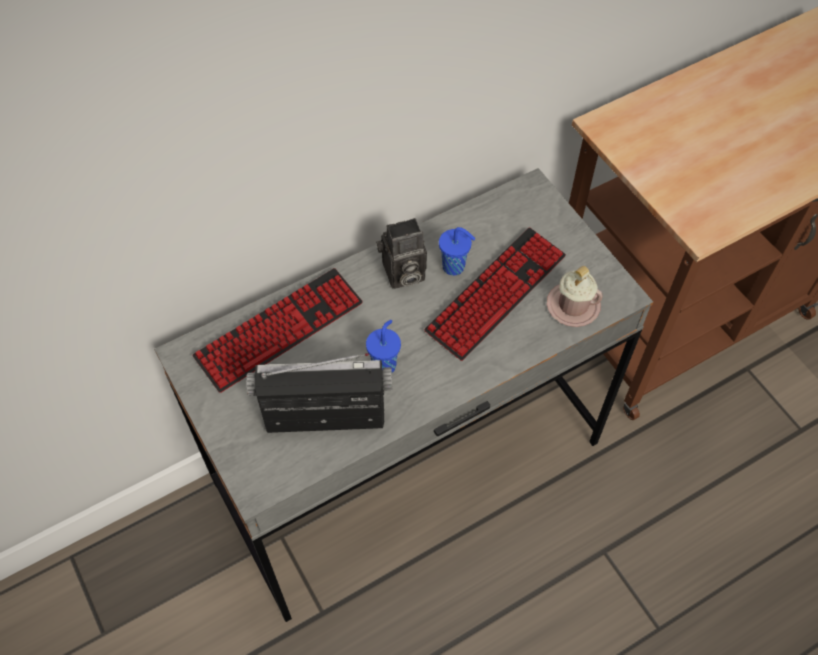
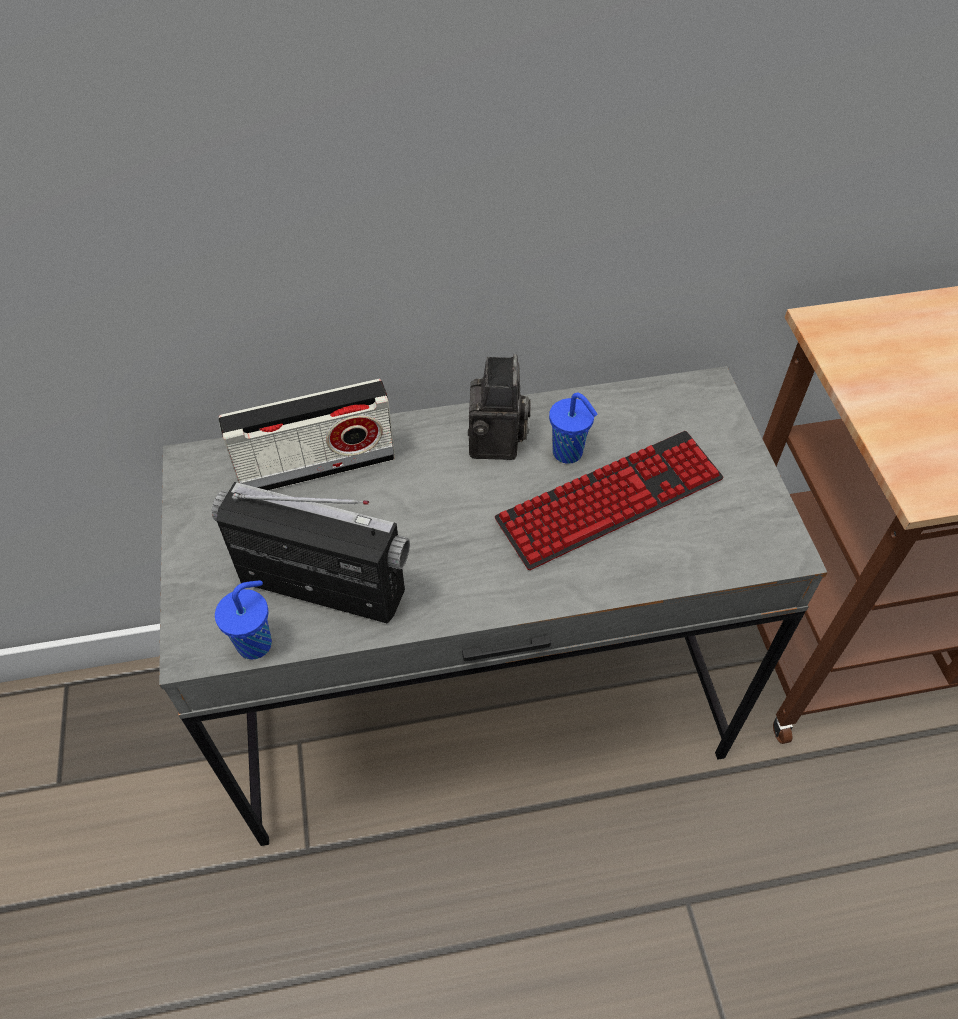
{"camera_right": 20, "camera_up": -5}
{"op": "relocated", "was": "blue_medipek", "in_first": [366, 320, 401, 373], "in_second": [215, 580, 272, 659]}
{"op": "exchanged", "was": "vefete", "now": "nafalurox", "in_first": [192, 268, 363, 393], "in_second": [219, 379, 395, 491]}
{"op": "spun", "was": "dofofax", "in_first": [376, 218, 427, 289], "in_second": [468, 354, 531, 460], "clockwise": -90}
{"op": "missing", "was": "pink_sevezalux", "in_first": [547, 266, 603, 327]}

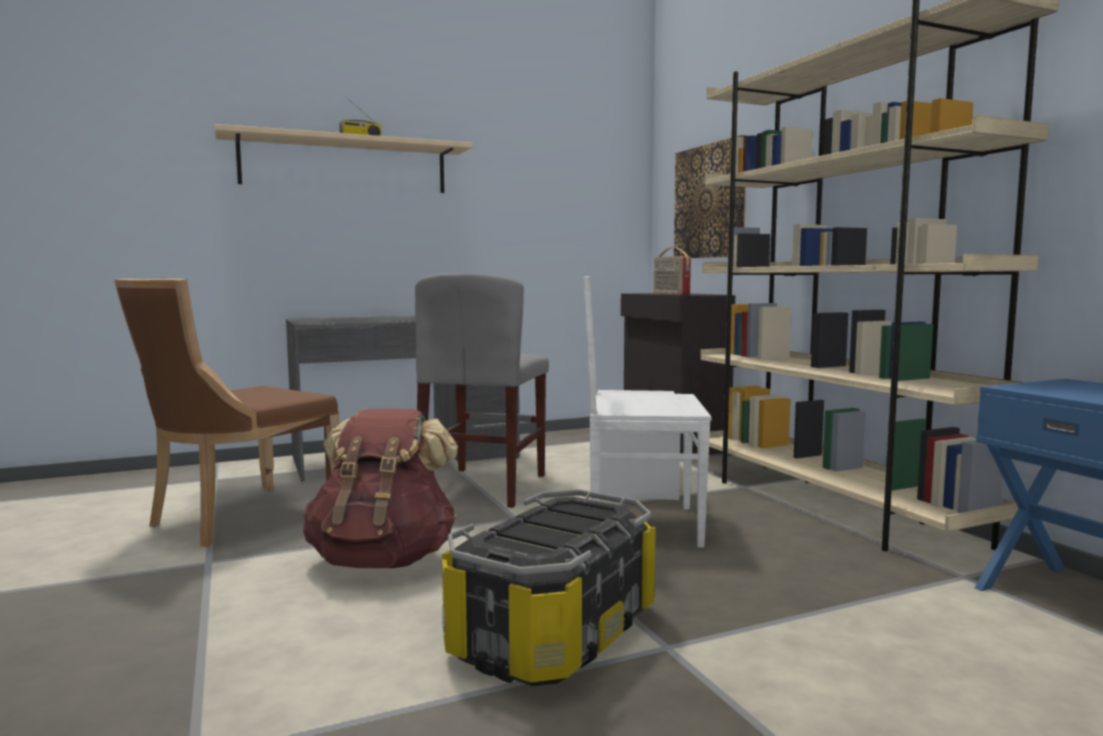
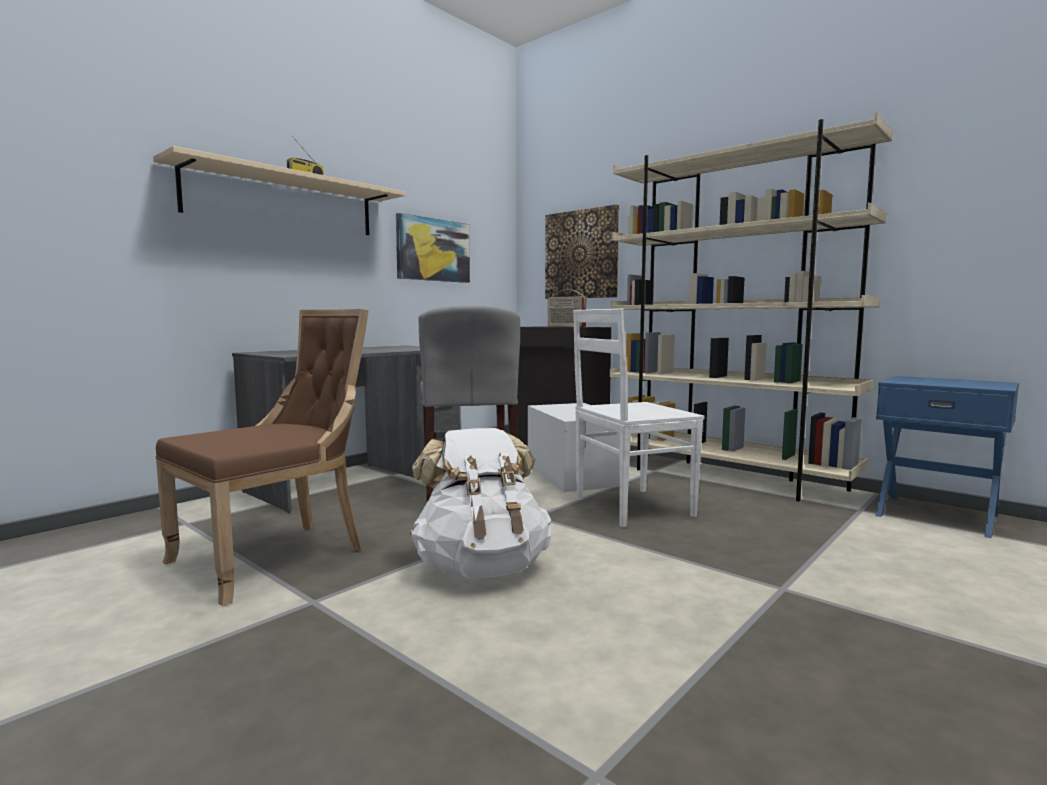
{"camera_right": -25, "camera_up": 0}
{"op": "spun", "was": "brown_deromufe", "in_first": [114, 279, 339, 547], "in_second": [155, 309, 369, 606], "clockwise": -150}
{"op": "appeared", "now": "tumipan", "in_second": [396, 213, 470, 283]}
{"op": "colour", "was": "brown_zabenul", "now": "white_zabenul", "in_first": [303, 409, 458, 568], "in_second": [410, 428, 551, 579]}
{"op": "missing", "was": "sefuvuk", "in_first": [442, 489, 656, 686]}

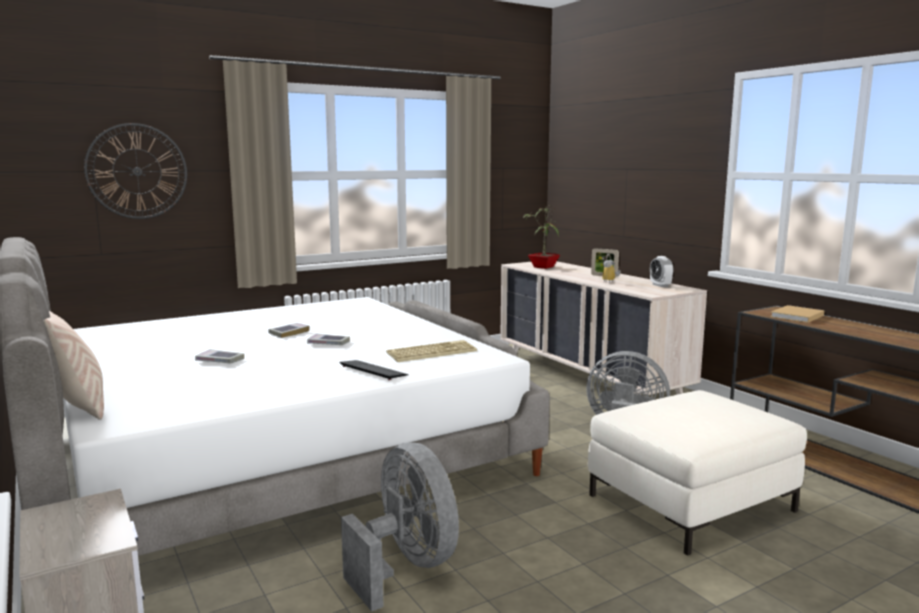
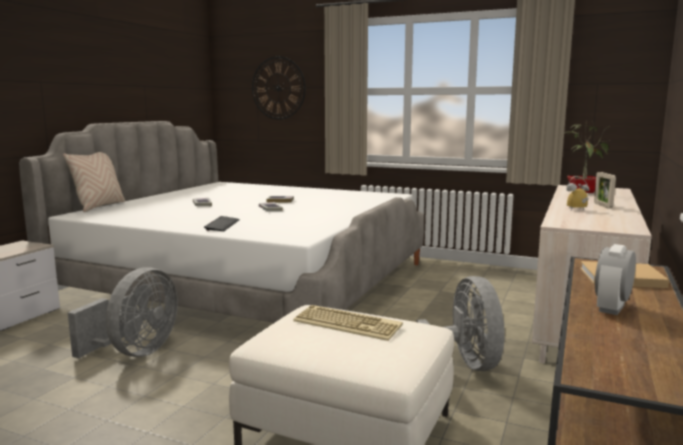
{"camera_right": 55, "camera_up": 0}
{"op": "relocated", "was": "vefete", "in_first": [386, 340, 477, 362], "in_second": [293, 305, 403, 341]}
{"op": "relocated", "was": "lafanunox", "in_first": [650, 256, 673, 287], "in_second": [595, 244, 636, 315]}

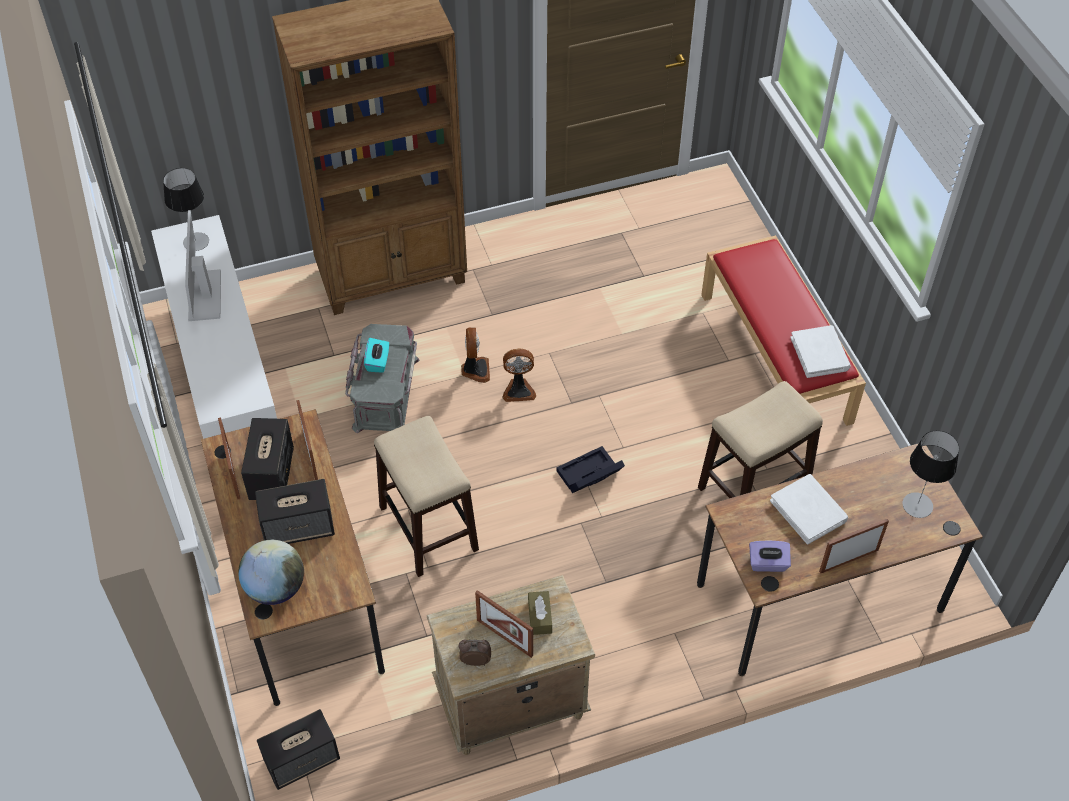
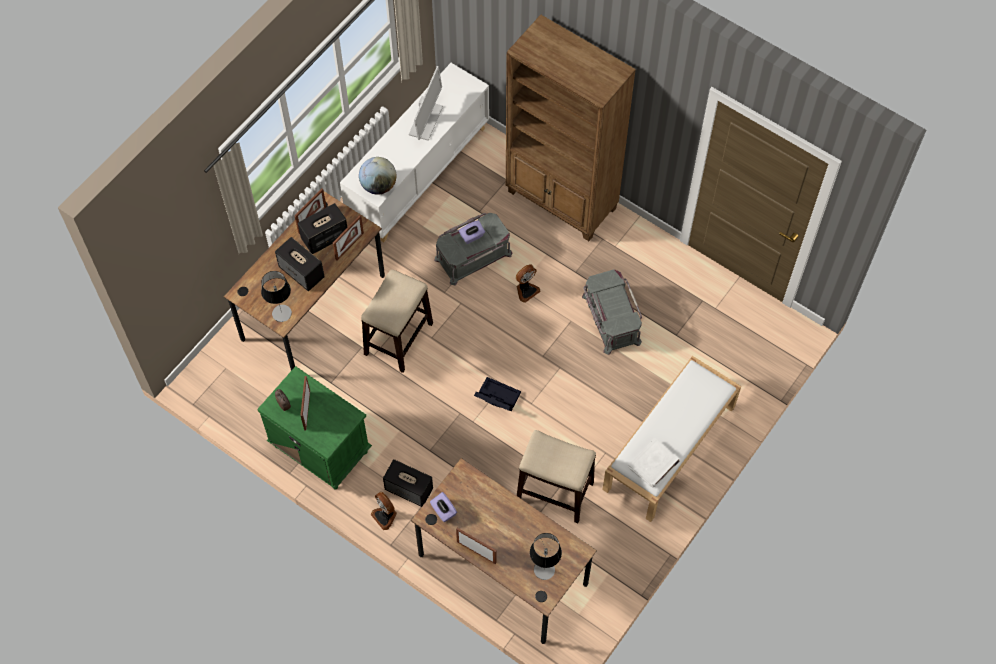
{"camera_right": 55, "camera_up": 10}
{"op": "colour", "was": "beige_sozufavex", "now": "green_sozufavex", "in_first": [427, 575, 595, 755], "in_second": [257, 366, 372, 490]}
{"op": "relocated", "was": "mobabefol", "in_first": [163, 168, 209, 251], "in_second": [261, 271, 292, 322]}
{"op": "relocated", "was": "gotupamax", "in_first": [238, 540, 304, 605], "in_second": [359, 157, 396, 195]}
{"op": "relocated", "was": "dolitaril", "in_first": [503, 348, 536, 402], "in_second": [370, 492, 397, 530]}
{"op": "relocated", "was": "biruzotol", "in_first": [257, 709, 340, 790], "in_second": [383, 459, 433, 507]}
{"op": "spun", "was": "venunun", "in_first": [185, 210, 221, 321], "in_second": [409, 66, 443, 141], "clockwise": 150}
{"op": "colour", "was": "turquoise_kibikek", "now": "purple_kibikek", "in_first": [364, 338, 389, 373], "in_second": [459, 220, 485, 244]}
{"op": "appeared", "now": "grey_sefuvuk", "in_second": [582, 269, 642, 355]}
{"op": "colour", "was": "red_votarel", "now": "white_votarel", "in_first": [701, 235, 866, 426], "in_second": [602, 356, 741, 522]}
{"op": "missing", "was": "brown_kibikek", "in_first": [528, 591, 552, 635]}
{"op": "missing", "was": "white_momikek", "in_first": [770, 474, 848, 545]}

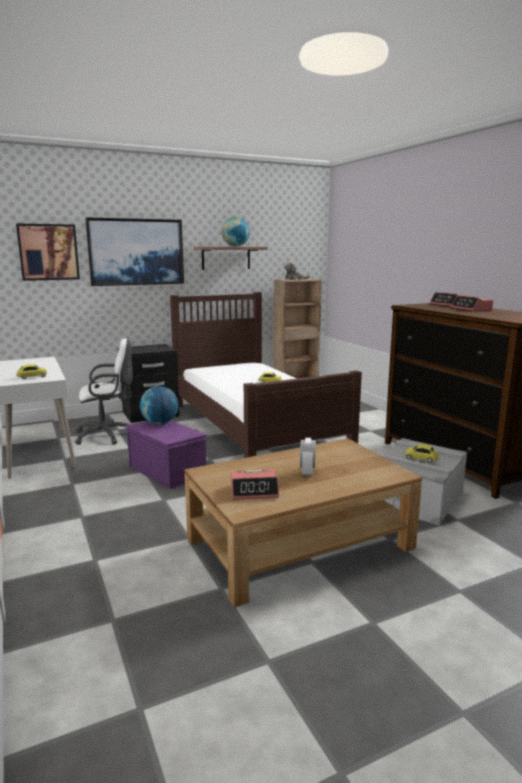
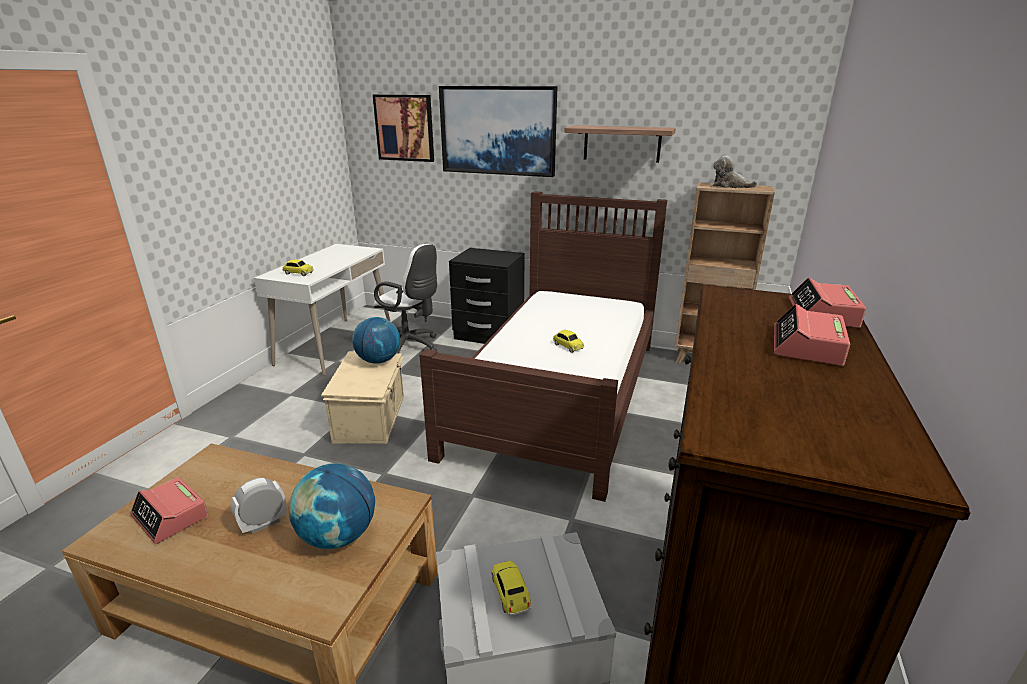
{"camera_right": 45, "camera_up": 10}
{"op": "relocated", "was": "gotupamax", "in_first": [221, 217, 250, 247], "in_second": [289, 463, 375, 549]}
{"op": "colour", "was": "purple_sefuvuk", "now": "beige_sefuvuk", "in_first": [125, 421, 209, 489], "in_second": [321, 351, 404, 444]}

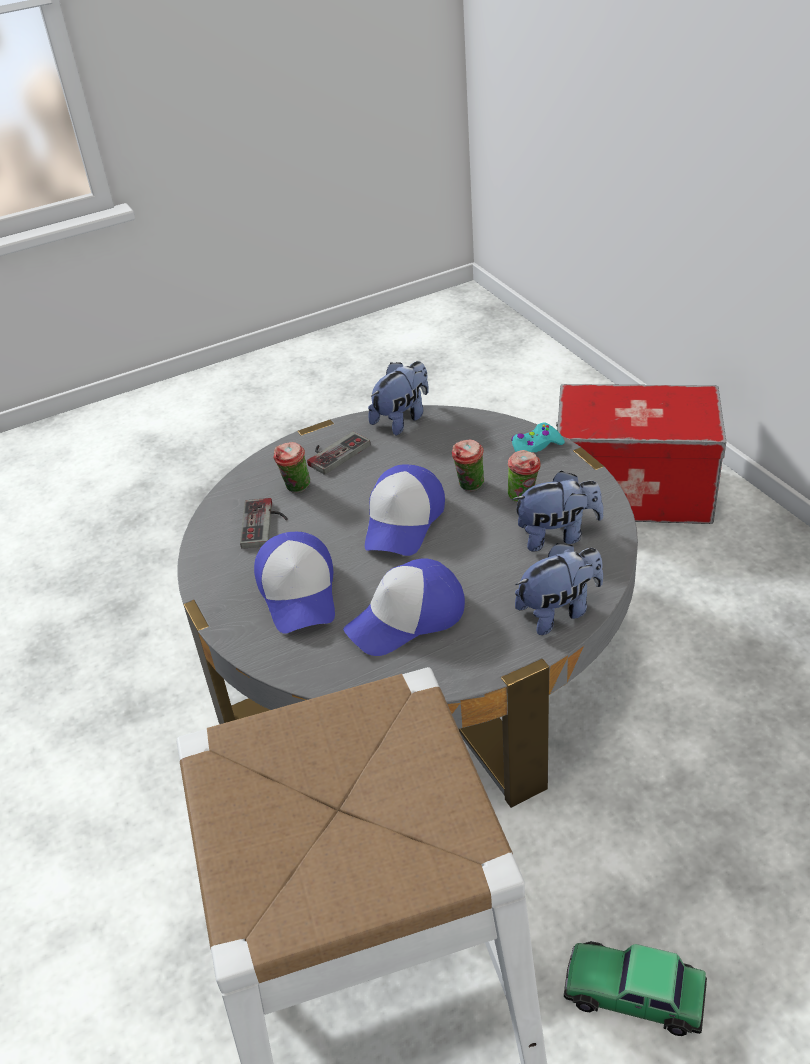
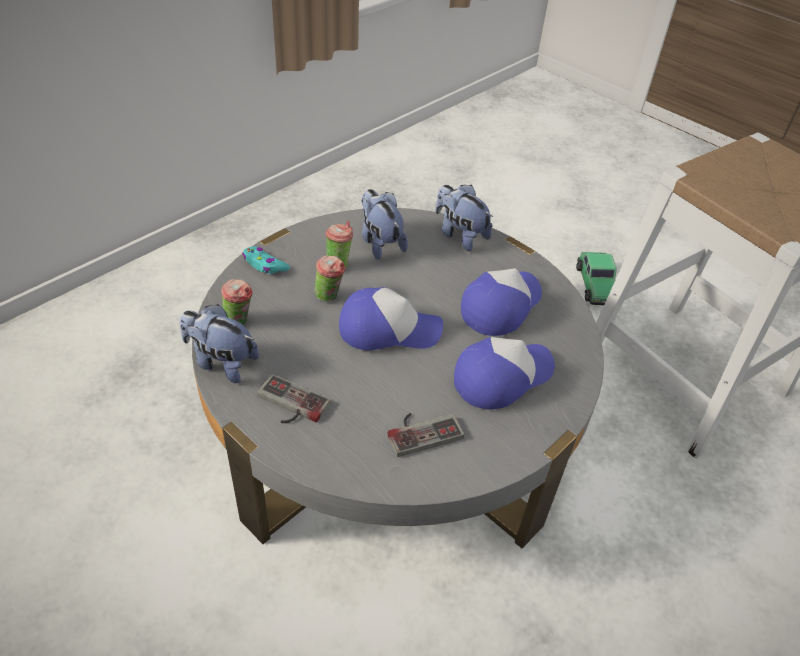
{"camera_right": -115, "camera_up": 5}
{"op": "relocated", "was": "medipek", "in_first": [273, 442, 311, 493], "in_second": [221, 279, 253, 325]}
{"op": "spun", "was": "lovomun", "in_first": [343, 559, 465, 656], "in_second": [461, 268, 542, 336], "clockwise": -90}
{"op": "missing", "was": "sefuvuk", "in_first": [556, 384, 726, 524]}

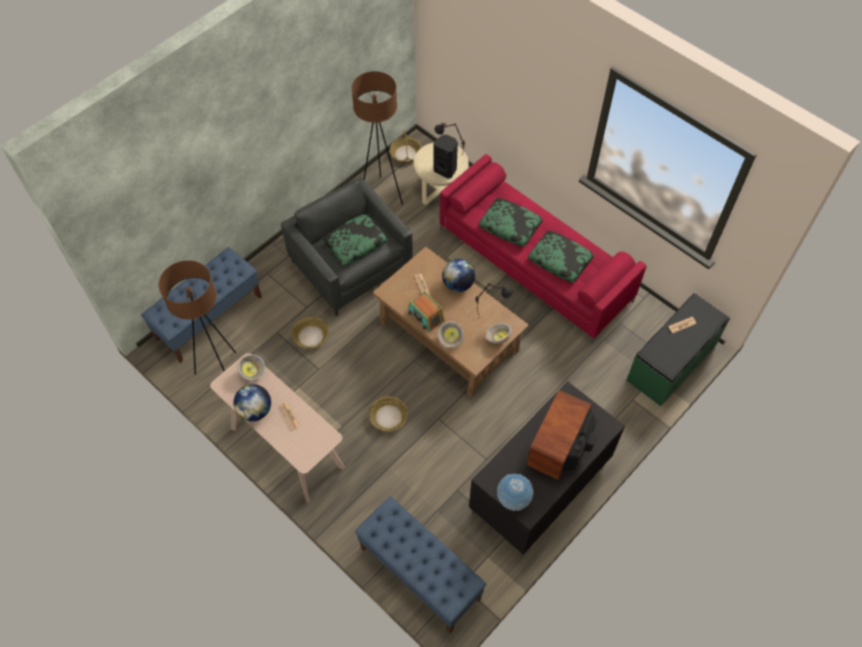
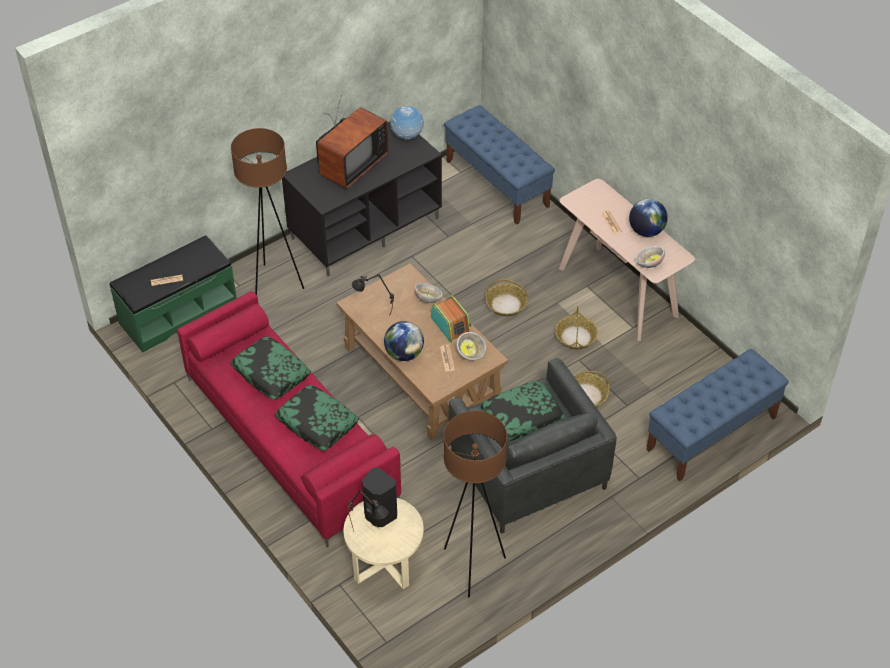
{"camera_right": -170, "camera_up": -10}
{"op": "relocated", "was": "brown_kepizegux", "in_first": [159, 260, 236, 375], "in_second": [231, 128, 304, 295]}
{"op": "relocated", "was": "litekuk", "in_first": [486, 323, 511, 344], "in_second": [456, 332, 486, 361]}
{"op": "relocated", "was": "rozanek", "in_first": [390, 130, 422, 163], "in_second": [555, 306, 598, 349]}

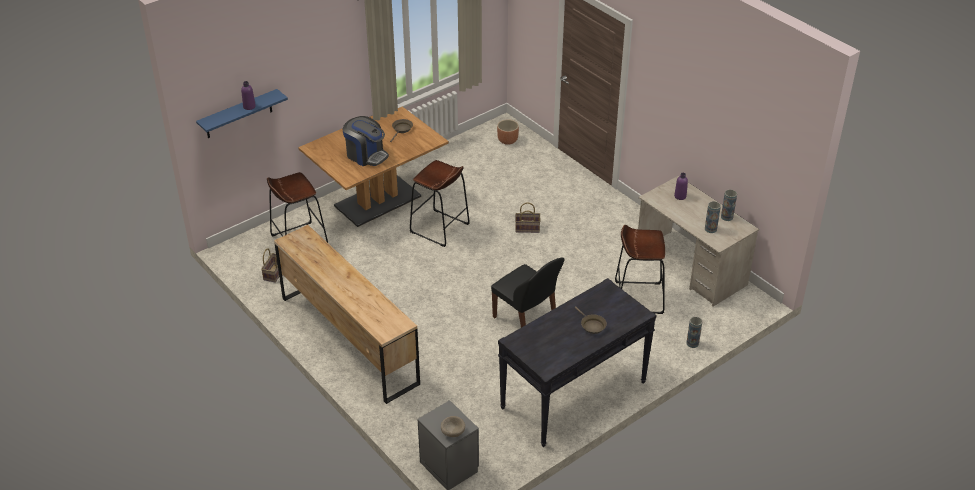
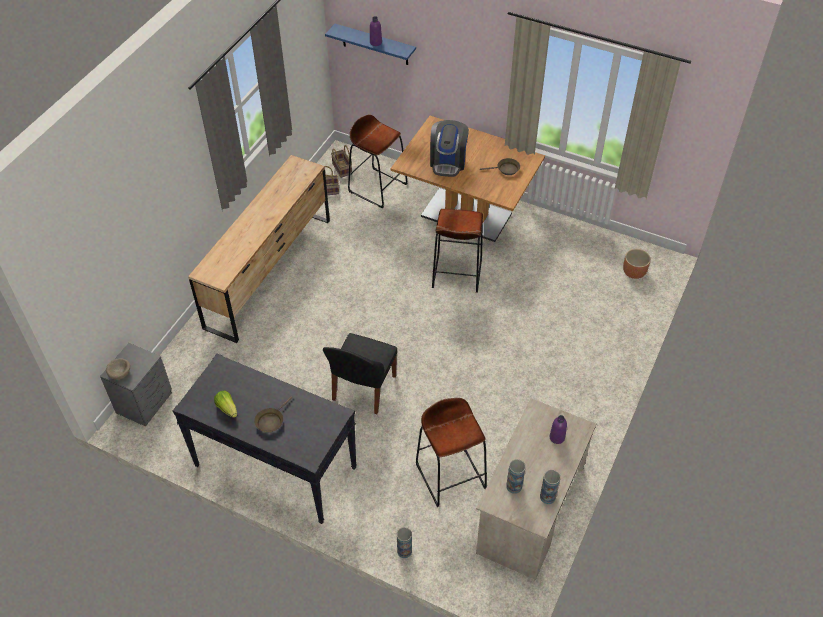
{"camera_right": 65, "camera_up": 10}
{"op": "appeared", "now": "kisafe", "in_second": [214, 390, 237, 418]}
{"op": "relocated", "was": "rozanek", "in_first": [515, 202, 540, 233], "in_second": [331, 145, 352, 178]}

